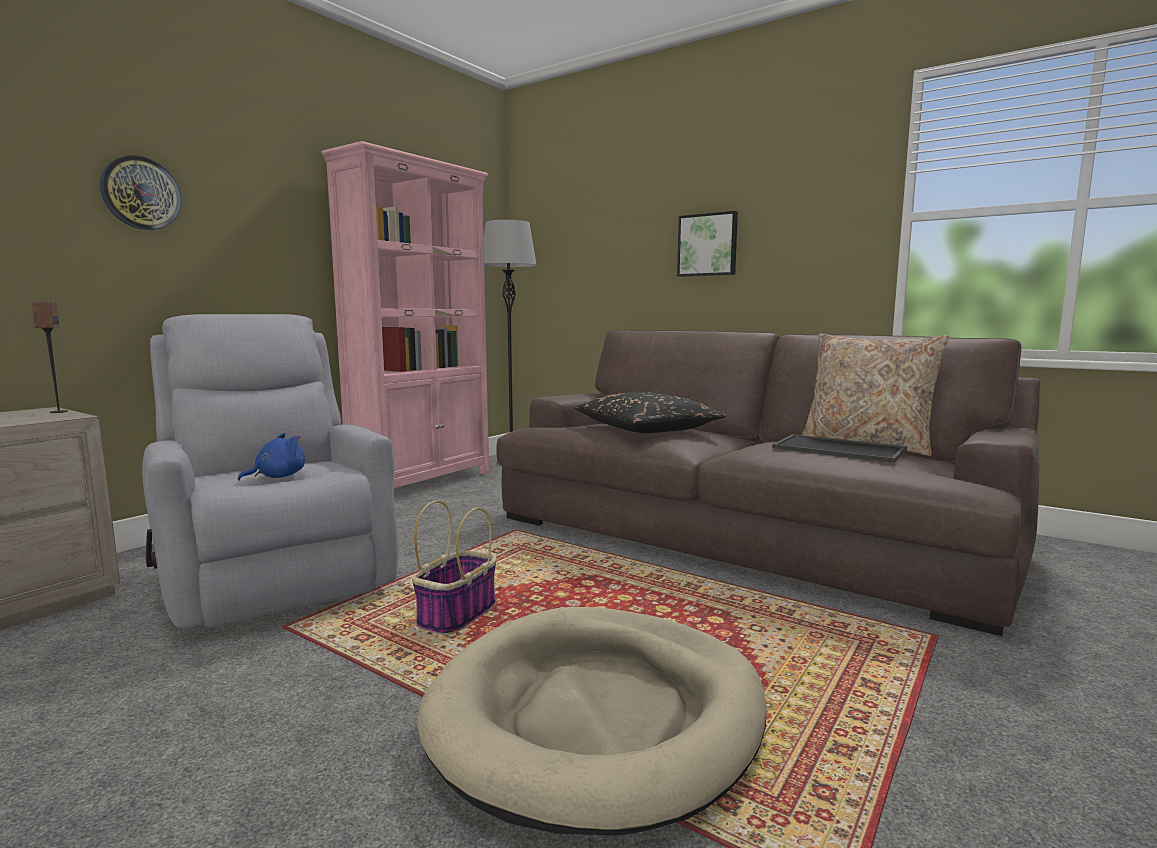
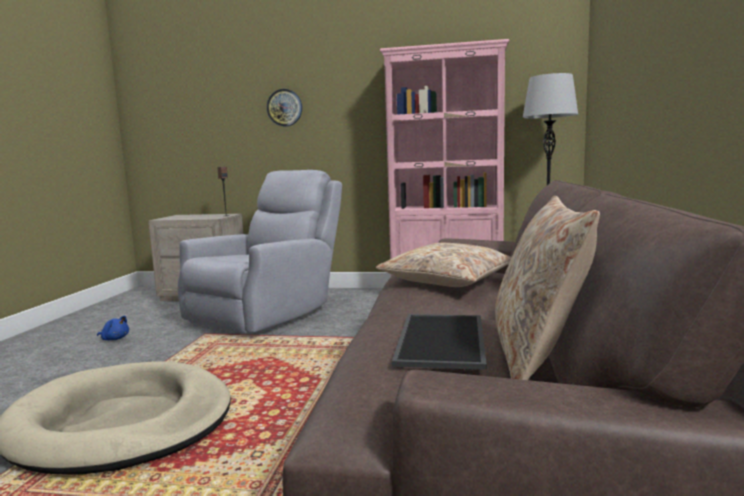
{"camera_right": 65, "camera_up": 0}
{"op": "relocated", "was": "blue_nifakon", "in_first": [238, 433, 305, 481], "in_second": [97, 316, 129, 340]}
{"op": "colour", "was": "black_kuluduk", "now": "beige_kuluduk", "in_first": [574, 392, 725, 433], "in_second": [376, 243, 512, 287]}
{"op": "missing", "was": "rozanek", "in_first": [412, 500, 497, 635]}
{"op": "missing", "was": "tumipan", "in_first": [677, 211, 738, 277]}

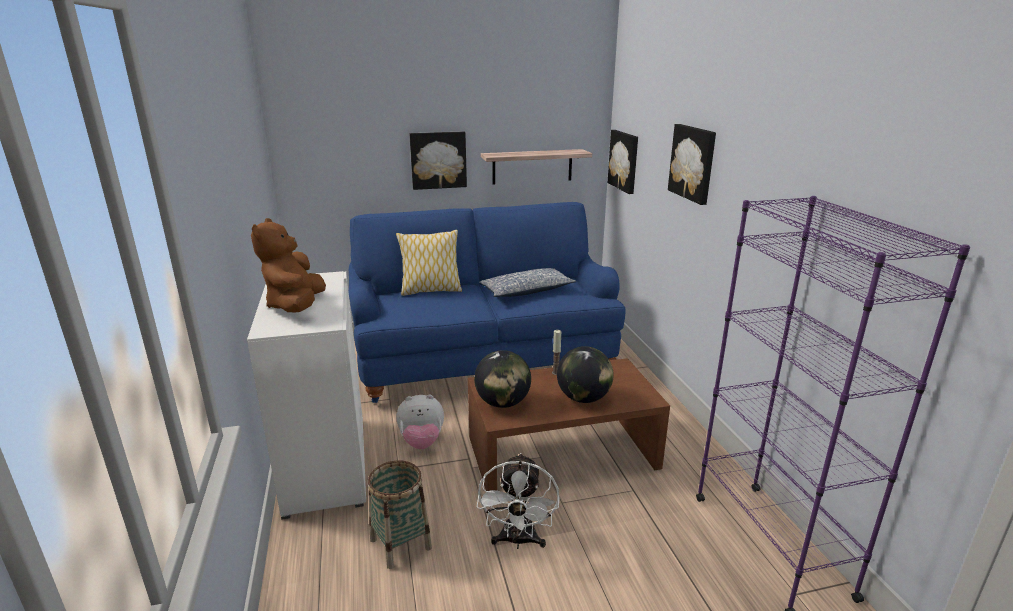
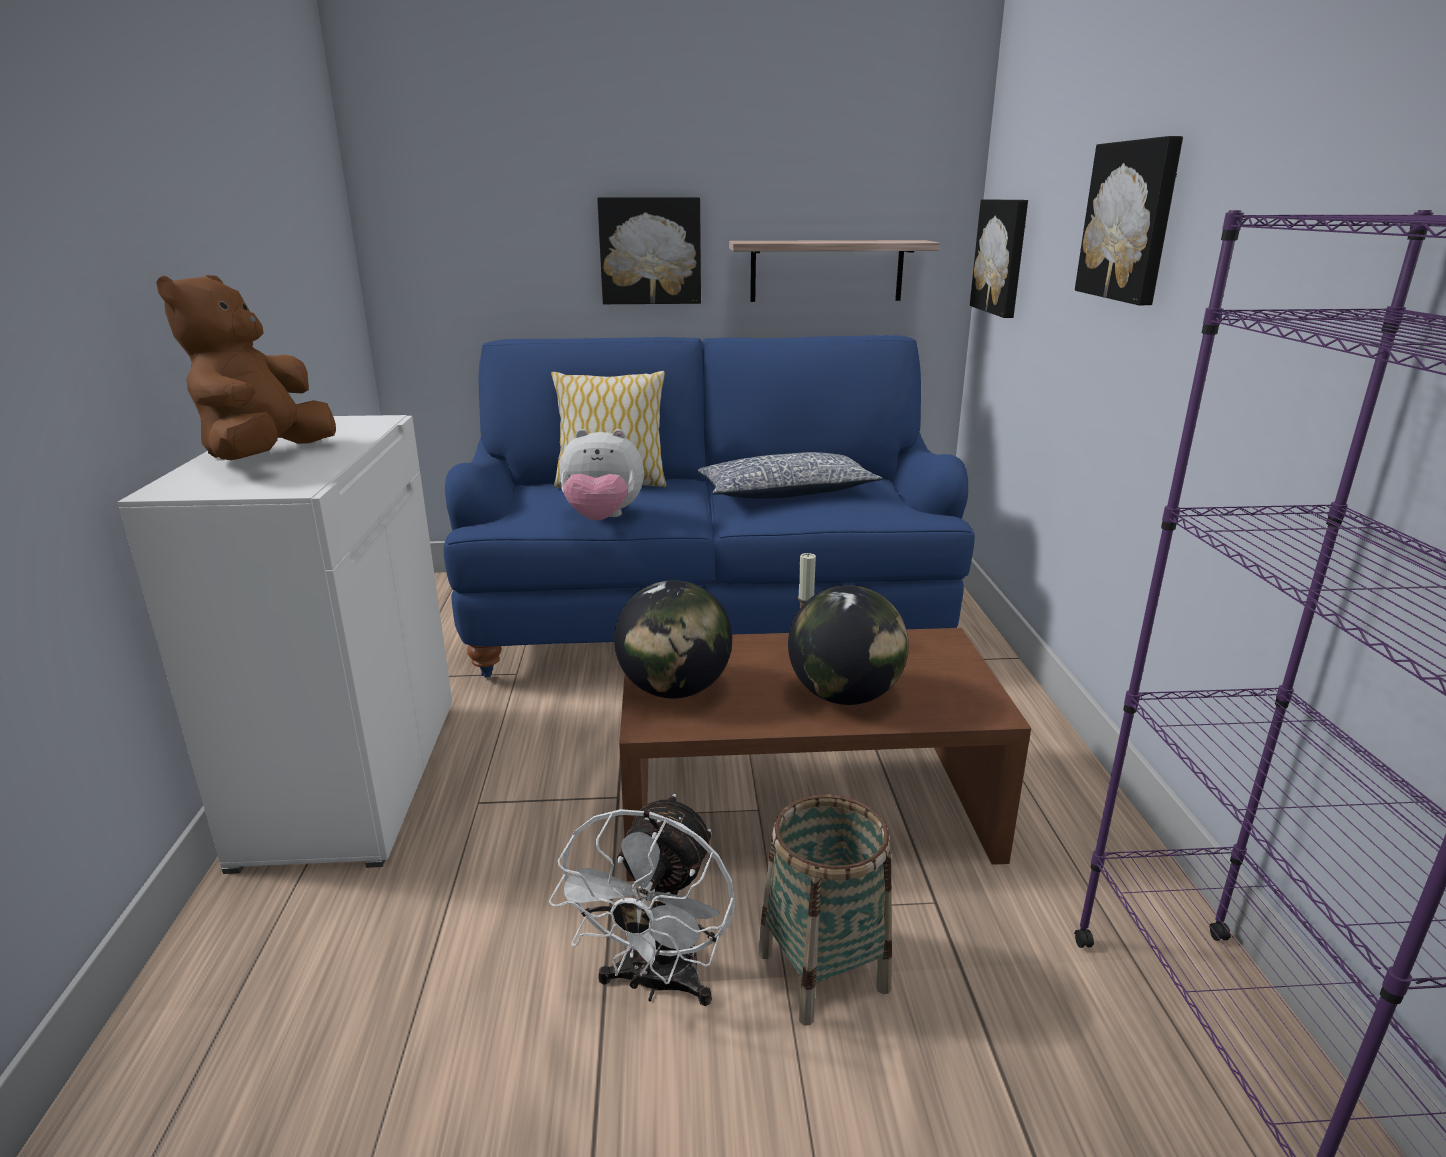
{"camera_right": 10, "camera_up": 0}
{"op": "relocated", "was": "nifakon", "in_first": [396, 395, 444, 449], "in_second": [560, 429, 644, 520]}
{"op": "relocated", "was": "rozanek", "in_first": [368, 460, 432, 569], "in_second": [758, 794, 892, 1025]}

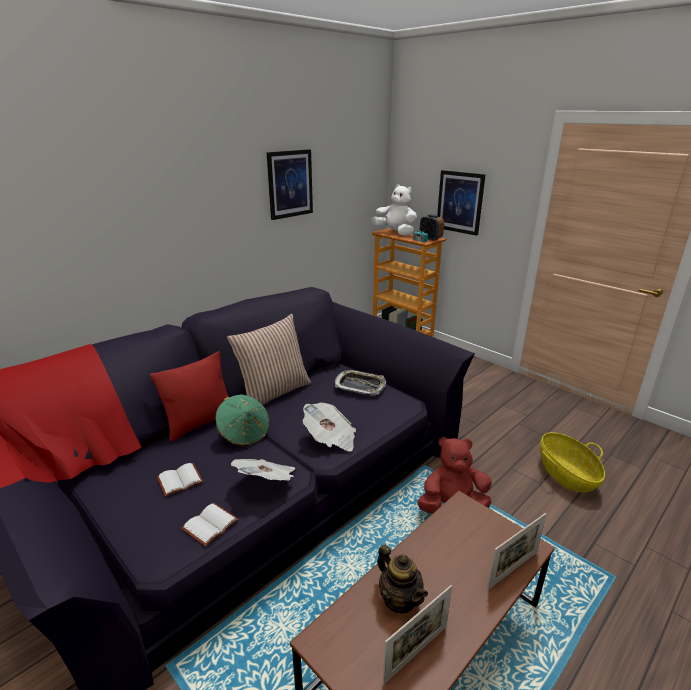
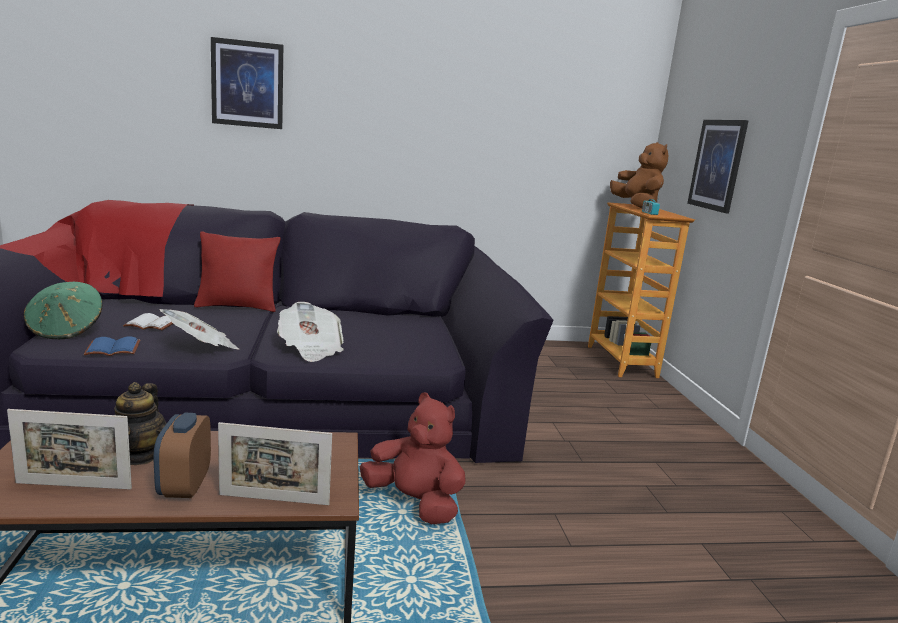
{"camera_right": 35, "camera_up": -10}
{"op": "relocated", "was": "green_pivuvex", "in_first": [215, 395, 269, 446], "in_second": [24, 282, 103, 339]}
{"op": "colour", "was": "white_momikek", "now": "blue_momikek", "in_first": [181, 503, 238, 547], "in_second": [84, 336, 140, 356]}
{"op": "relocated", "was": "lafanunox", "in_first": [419, 214, 444, 241], "in_second": [153, 413, 211, 498]}
{"op": "relocated", "was": "tumipan", "in_first": [267, 149, 313, 220], "in_second": [211, 37, 283, 129]}
{"op": "colour", "was": "white_nifakon", "now": "brown_nifakon", "in_first": [371, 184, 417, 236], "in_second": [610, 142, 668, 208]}
{"op": "missing", "was": "kuluduk", "in_first": [227, 314, 311, 405]}
{"op": "missing", "was": "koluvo", "in_first": [335, 370, 386, 396]}
{"op": "missing", "was": "rozanek", "in_first": [540, 432, 605, 492]}

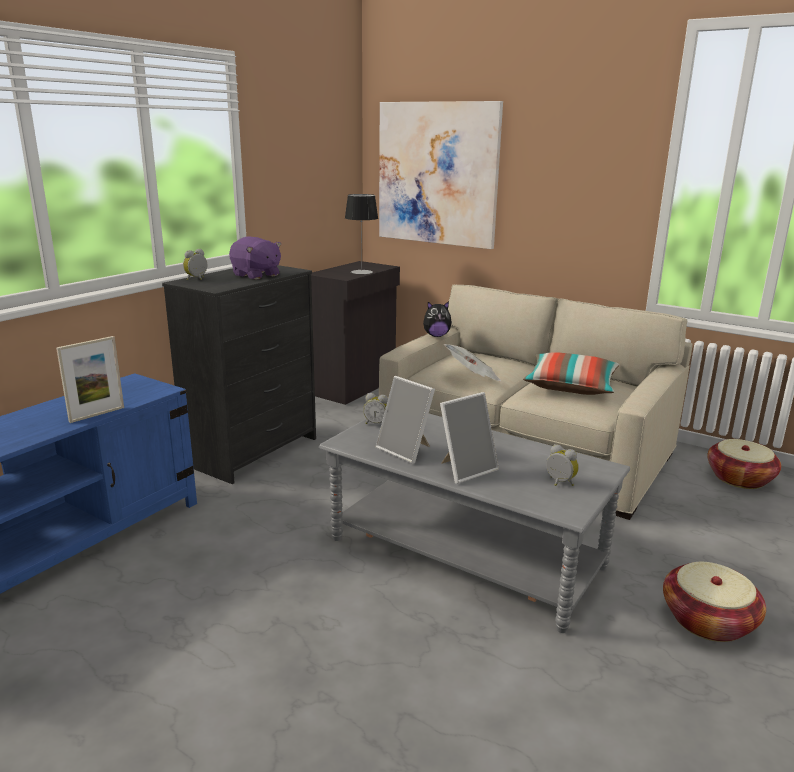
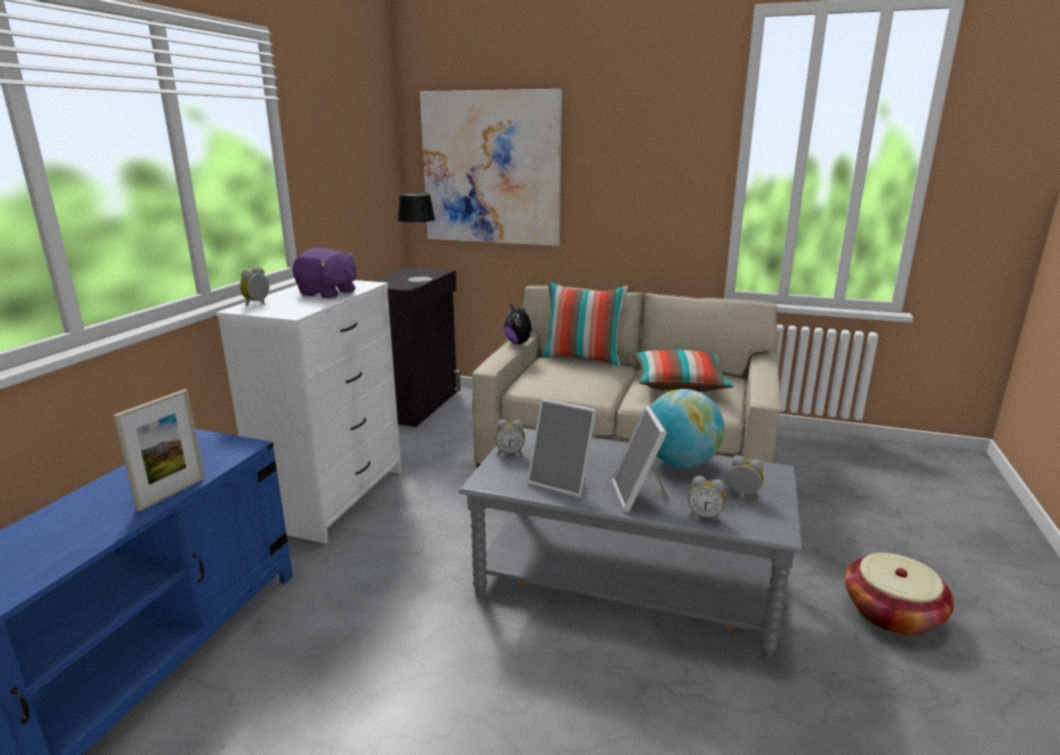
{"camera_right": -15, "camera_up": 0}
{"op": "colour", "was": "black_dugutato", "now": "white_dugutato", "in_first": [162, 265, 316, 484], "in_second": [216, 280, 402, 544]}
{"op": "spun", "was": "nifakon", "in_first": [423, 301, 452, 337], "in_second": [504, 304, 536, 344], "clockwise": 75}
{"op": "appeared", "now": "kuluduk", "in_second": [542, 282, 628, 366]}
{"op": "spun", "was": "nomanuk", "in_first": [440, 392, 499, 484], "in_second": [612, 406, 670, 512], "clockwise": 135}
{"op": "appeared", "now": "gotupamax", "in_second": [650, 389, 724, 468]}
{"op": "appeared", "now": "lafanunox", "in_second": [688, 476, 726, 523]}
{"op": "missing", "was": "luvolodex", "in_first": [444, 344, 502, 382]}
{"op": "missing", "was": "rozanek", "in_first": [707, 439, 781, 489]}

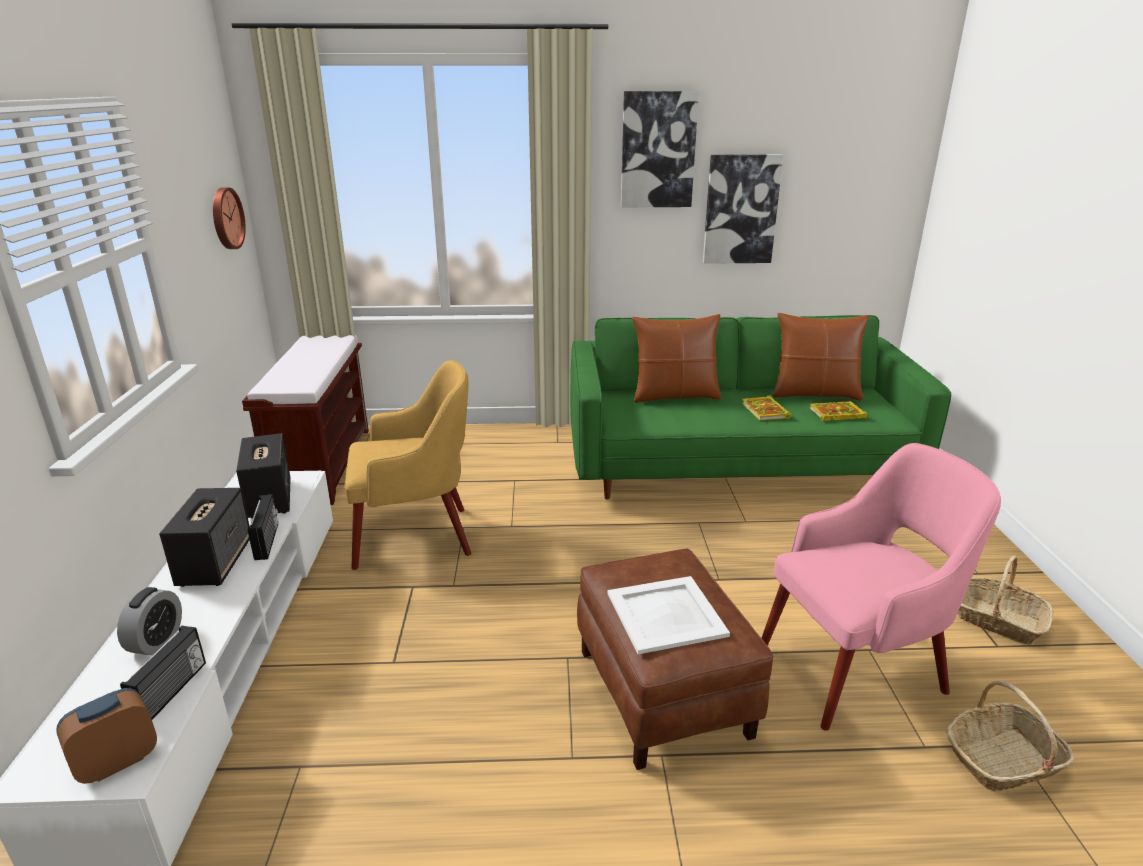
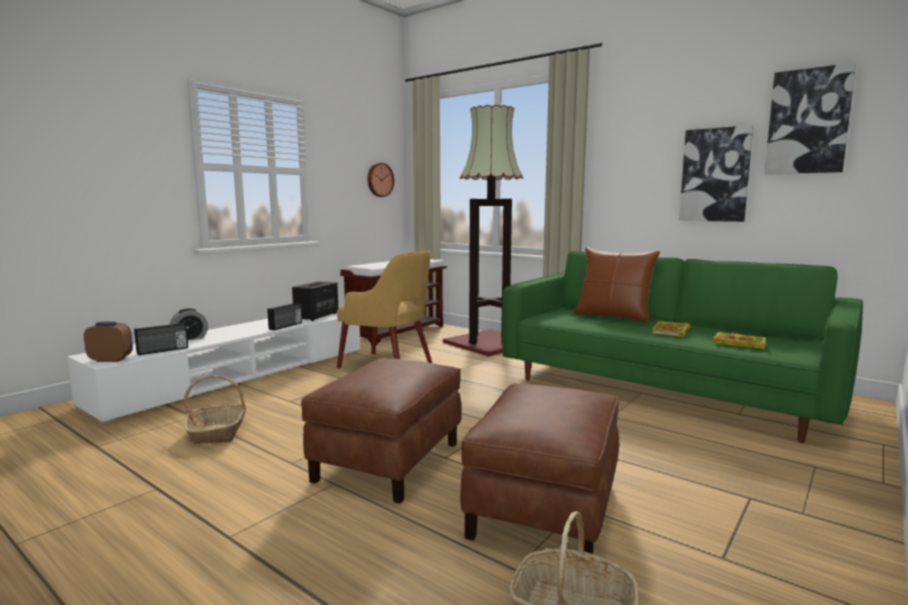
{"camera_right": 40, "camera_up": -15}
{"op": "relocated", "was": "rozanek", "in_first": [957, 556, 1053, 645], "in_second": [184, 375, 247, 444]}
{"op": "appeared", "now": "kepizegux", "in_second": [443, 105, 523, 357]}
{"op": "exchanged", "was": "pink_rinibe", "now": "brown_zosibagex", "in_first": [762, 443, 1001, 731], "in_second": [460, 383, 619, 554]}
{"op": "relocated", "was": "tumipan", "in_first": [621, 91, 699, 207], "in_second": [764, 62, 856, 174]}
{"op": "missing", "was": "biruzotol", "in_first": [159, 488, 250, 587]}
{"op": "missing", "was": "white_koluvo", "in_first": [607, 576, 730, 654]}
{"op": "missing", "was": "brown_kuluduk", "in_first": [773, 313, 869, 401]}

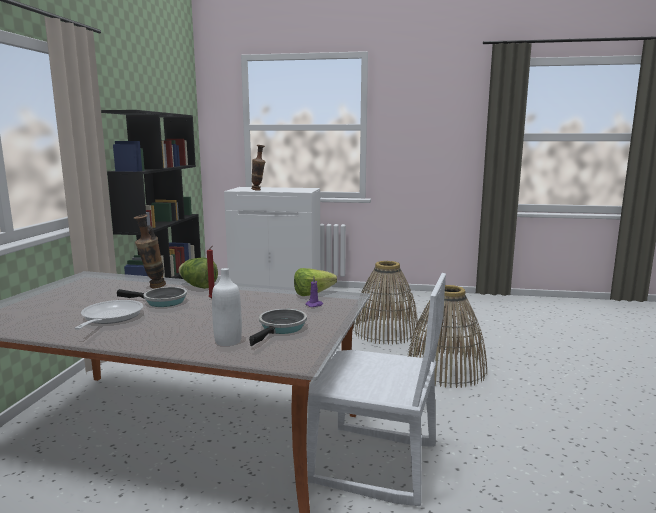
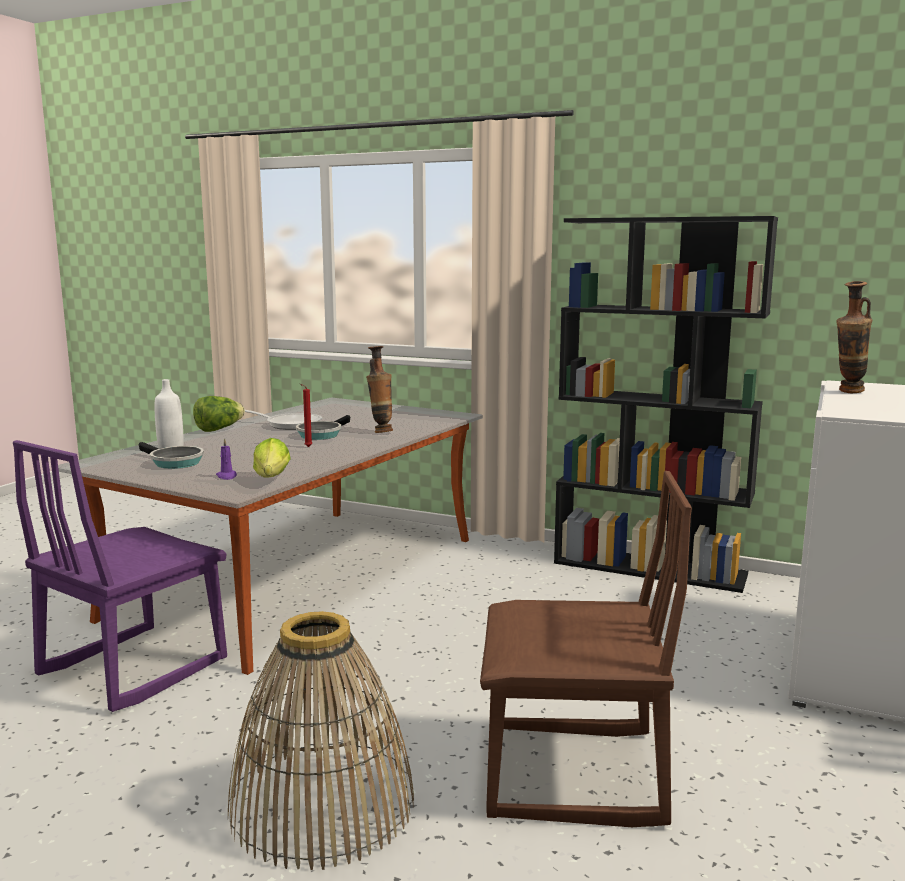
{"camera_right": 105, "camera_up": 0}
{"op": "colour", "was": "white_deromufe", "now": "purple_deromufe", "in_first": [307, 273, 446, 506], "in_second": [13, 440, 227, 712]}
{"op": "relocated", "was": "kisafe", "in_first": [179, 257, 218, 289], "in_second": [193, 396, 245, 432]}
{"op": "exchanged", "was": "rozanek", "now": "brown_deromufe", "in_first": [353, 261, 419, 345], "in_second": [480, 471, 692, 827]}

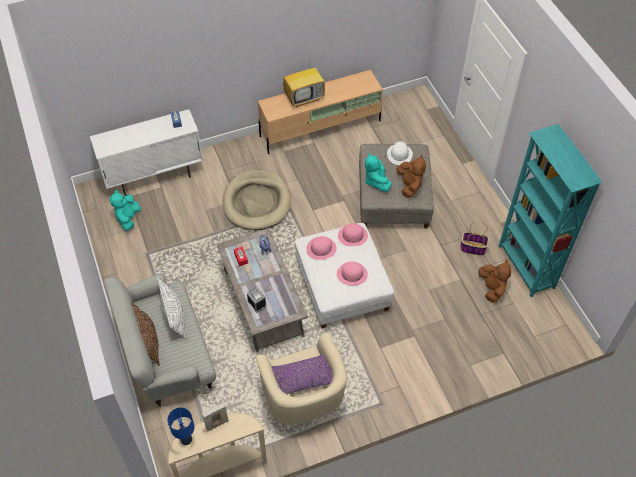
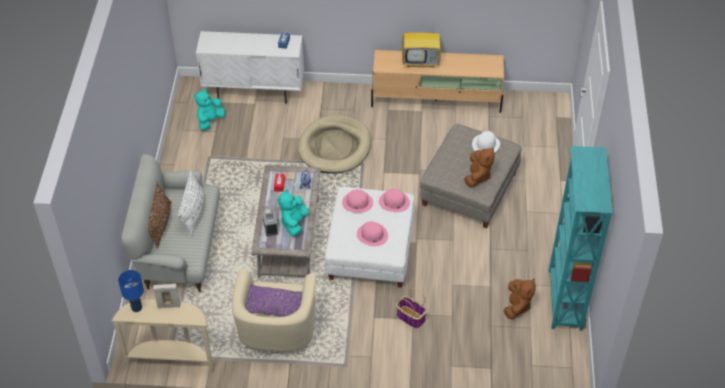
{"camera_right": 25, "camera_up": -5}
{"op": "relocated", "was": "turquoise_nifakon", "in_first": [365, 153, 392, 192], "in_second": [278, 189, 309, 236]}
{"op": "relocated", "was": "rozanek", "in_first": [460, 222, 489, 256], "in_second": [396, 288, 427, 328]}

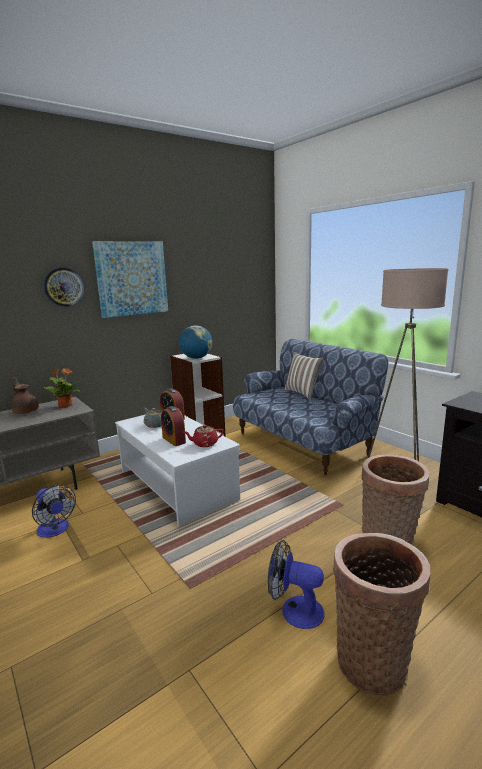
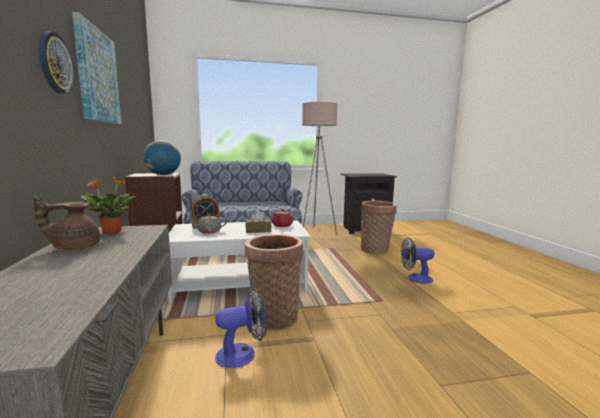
{"camera_right": -65, "camera_up": -5}
{"op": "relocated", "was": "rozanek", "in_first": [333, 533, 430, 696], "in_second": [245, 234, 303, 330]}
{"op": "exchanged", "was": "lafanunox", "now": "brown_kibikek", "in_first": [161, 406, 186, 446], "in_second": [246, 210, 271, 233]}
{"op": "spun", "was": "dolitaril", "in_first": [268, 540, 325, 629], "in_second": [401, 237, 434, 284], "clockwise": 45}
{"op": "missing", "was": "kuluduk", "in_first": [285, 352, 324, 400]}

